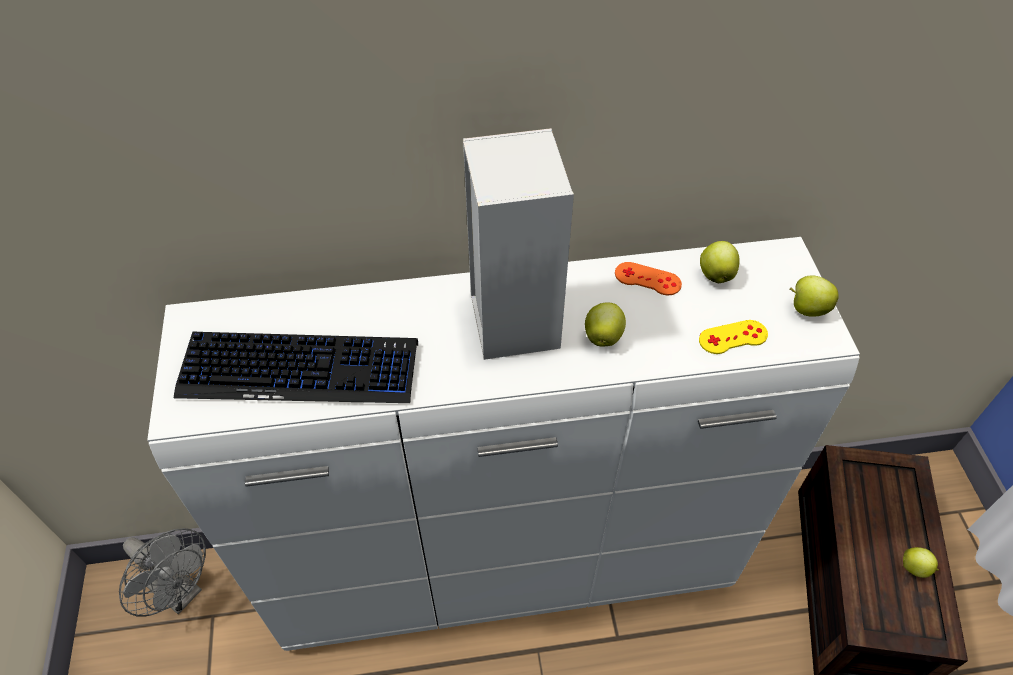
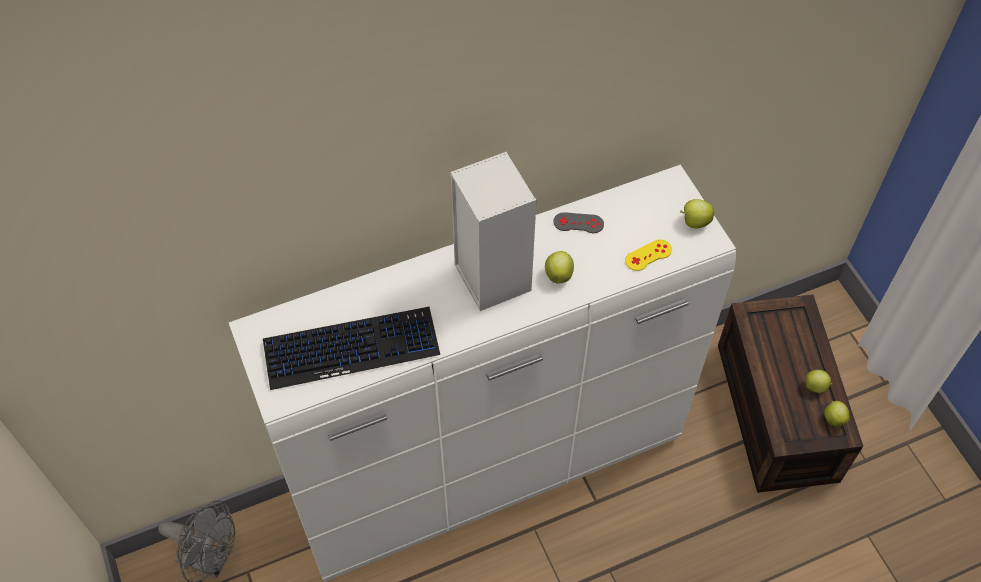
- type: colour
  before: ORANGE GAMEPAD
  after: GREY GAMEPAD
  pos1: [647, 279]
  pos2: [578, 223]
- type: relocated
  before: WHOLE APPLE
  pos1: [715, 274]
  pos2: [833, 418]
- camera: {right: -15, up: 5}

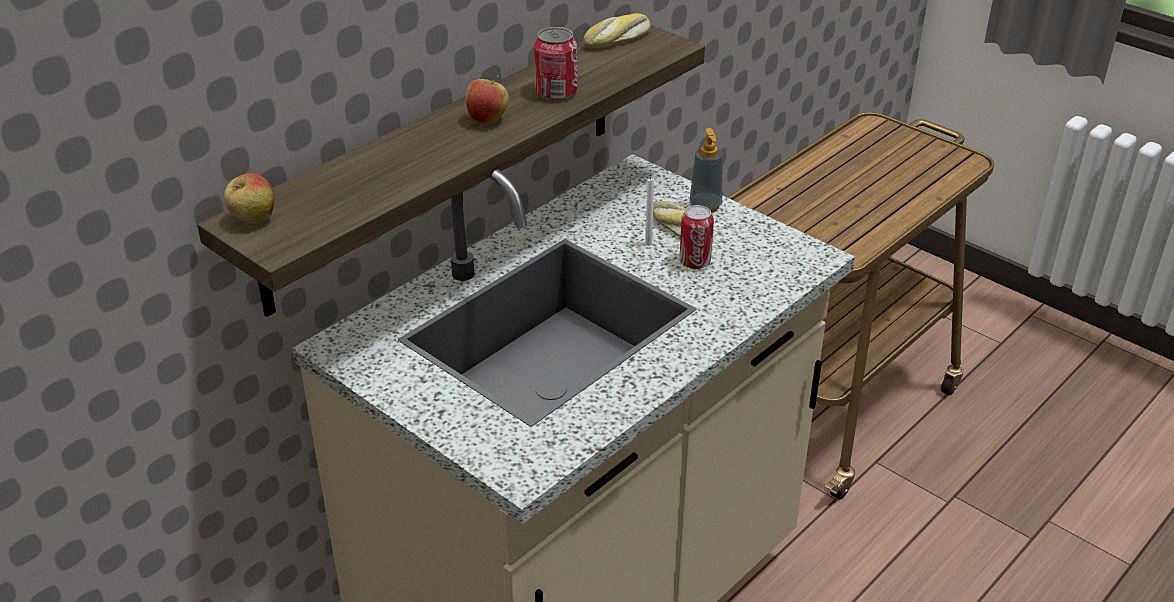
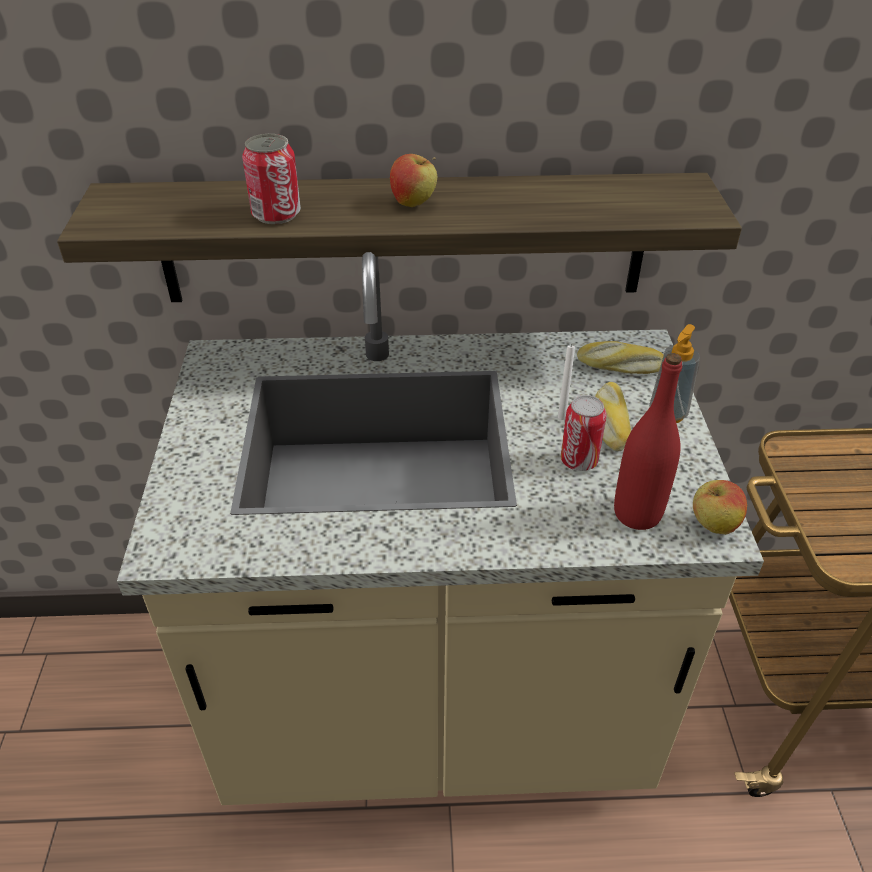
- type: relocated
  before: CAN
  pos1: [556, 92]
  pos2: [276, 214]
- type: relocated
  before: BAKERY BREAD
  pos1: [618, 40]
  pos2: [620, 367]
- type: appeared
  after: REDDISH DRINK BOTTLE
  pos2: [637, 513]
- type: relocated
  before: WHOLE APPLE
  pos1: [253, 220]
  pos2: [712, 525]
- camera: {right: 45, up: 5}

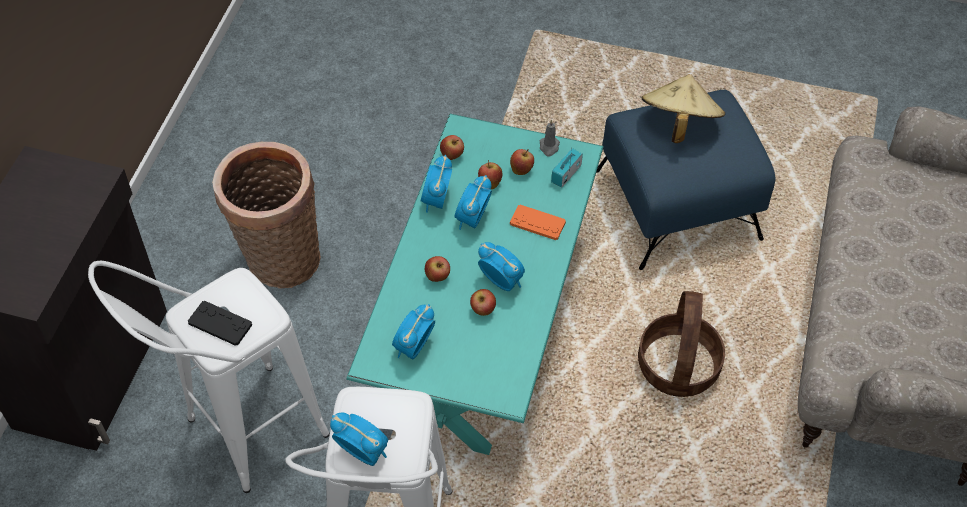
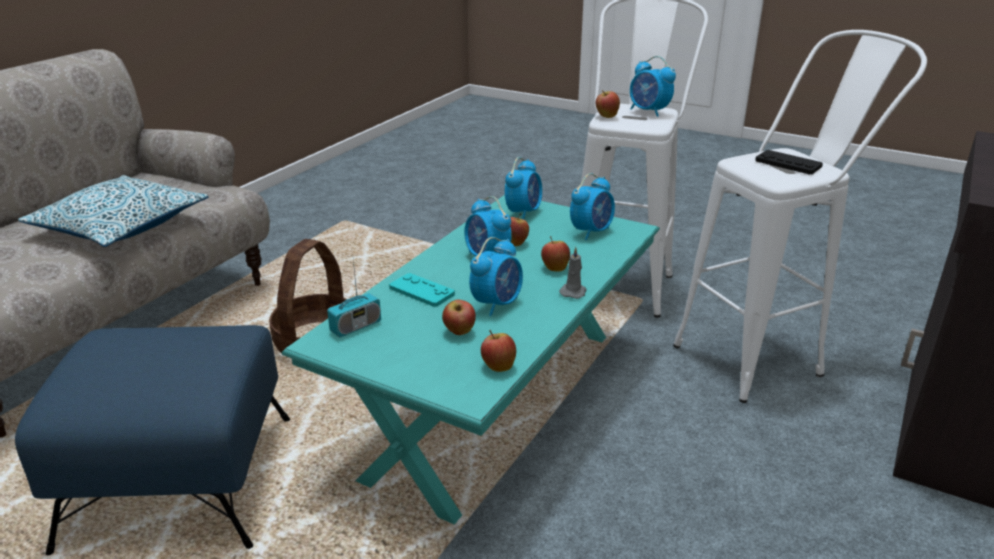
- type: appeared
  after: CUSHION
  pos2: [120, 226]
- type: colour
  before: ORANGE GAMEPAD
  after: TURQUOISE-COLOURED GAMEPAD
  pos1: [537, 223]
  pos2: [421, 291]
- type: relocated
  before: ALARM CLOCK
  pos1: [436, 200]
  pos2: [523, 212]
- type: relocated
  before: GREY WAX LIGHT
  pos1: [549, 147]
  pos2: [573, 292]
- type: relocated
  before: WHOLE APPLE
  pos1: [521, 170]
  pos2: [606, 116]
- type: missing
  before: BASKET
  pos1: [278, 259]
- type: missing
  before: BEIGE-COLOURED WEARABLE HAT
  pos1: [678, 124]
- camera: {right: -165, up: -25}

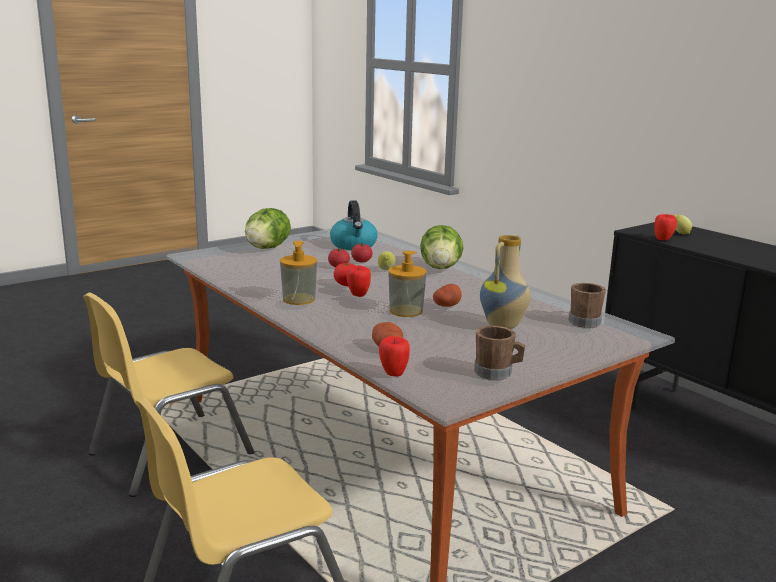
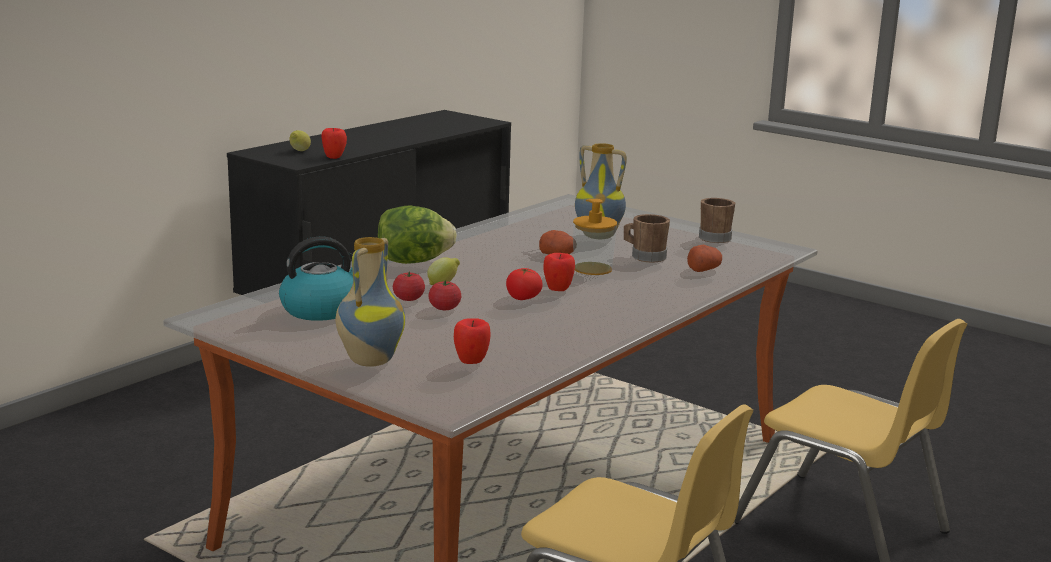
- type: exchanged
  before: LETTUCE HEAD
  after: DECORATIVE VASE
  pos1: [267, 248]
  pos2: [369, 360]
- type: relocated
  before: WHOLE APPLE
  pos1: [393, 374]
  pos2: [471, 362]
- type: relocated
  before: BROWN TEA MUG
  pos1: [586, 321]
  pos2: [644, 256]
- type: missing
  before: LIQUID SOAP BOTTLE
  pos1: [299, 299]
- camera: {right: -105, up: 0}

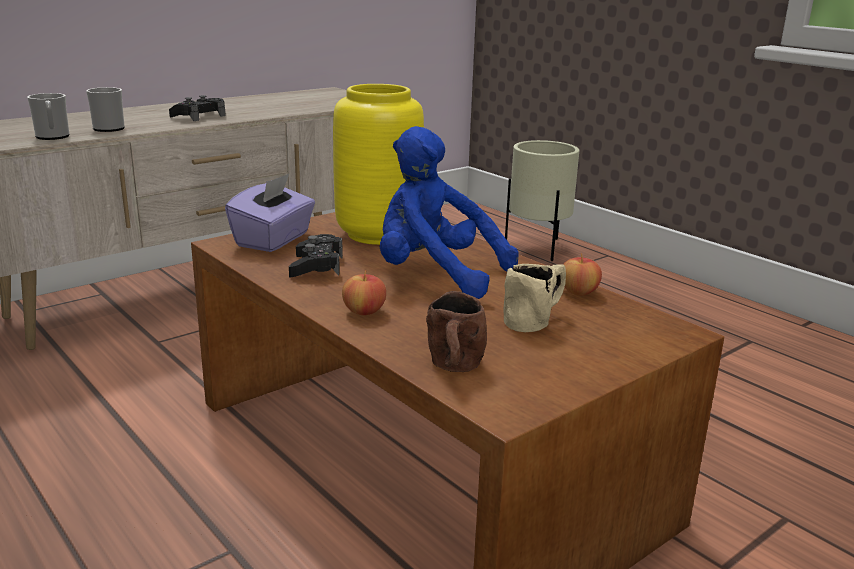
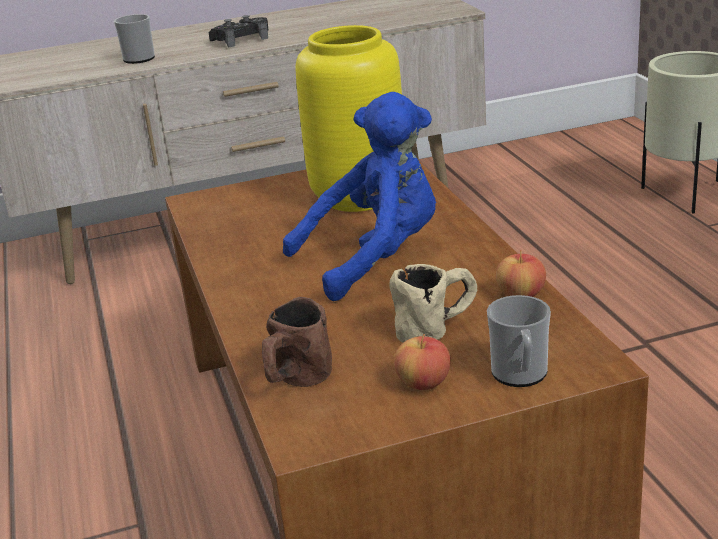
- type: spun
  before: BLUE CUDDLY TOY
  pos1: [435, 275]
  pos2: [375, 258]
  turn: 105
- type: relocated
  before: WHOLE APPLE
  pos1: [364, 311]
  pos2: [423, 383]
- type: relocated
  before: TEA MUG
  pos1: [52, 137]
  pos2: [520, 375]
- type: missing
  before: PURPLE BOX OF TISSUES
  pos1: [274, 240]
- type: missing
  before: BLACK GAMEPAD
  pos1: [316, 266]
- camera: {right: 25, up: 5}

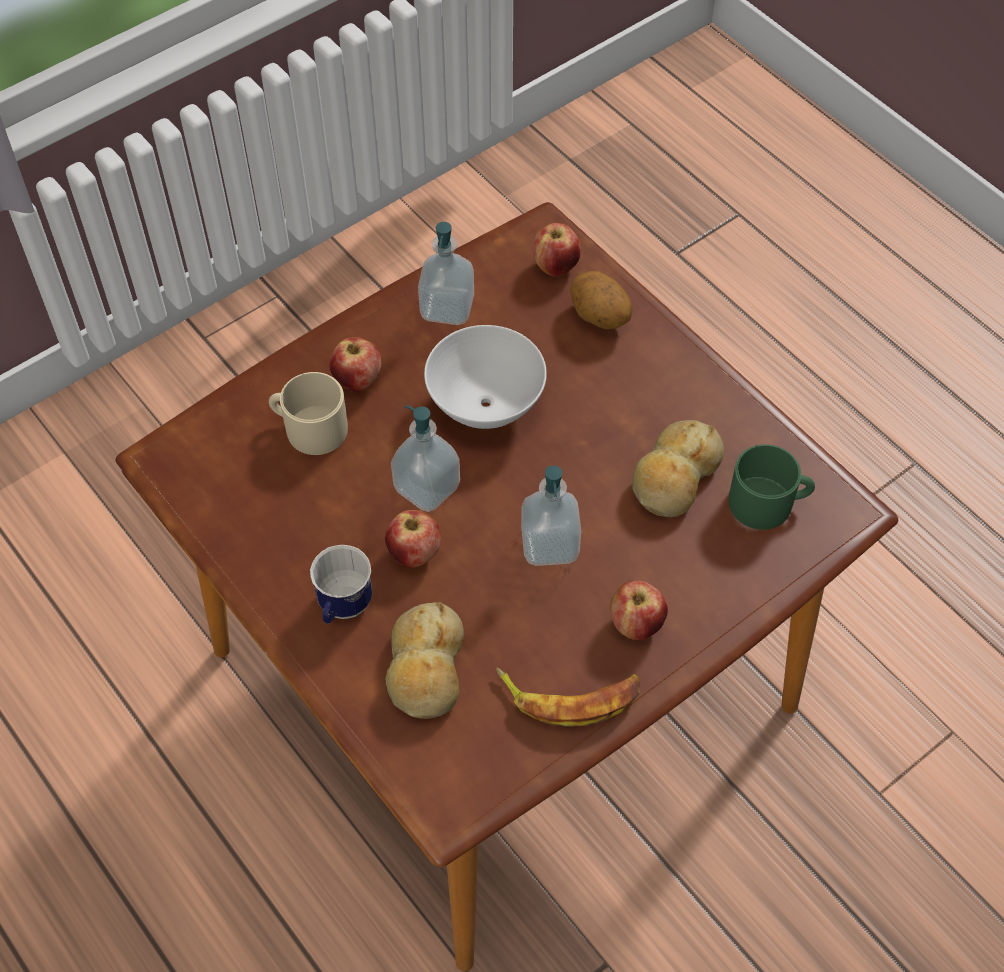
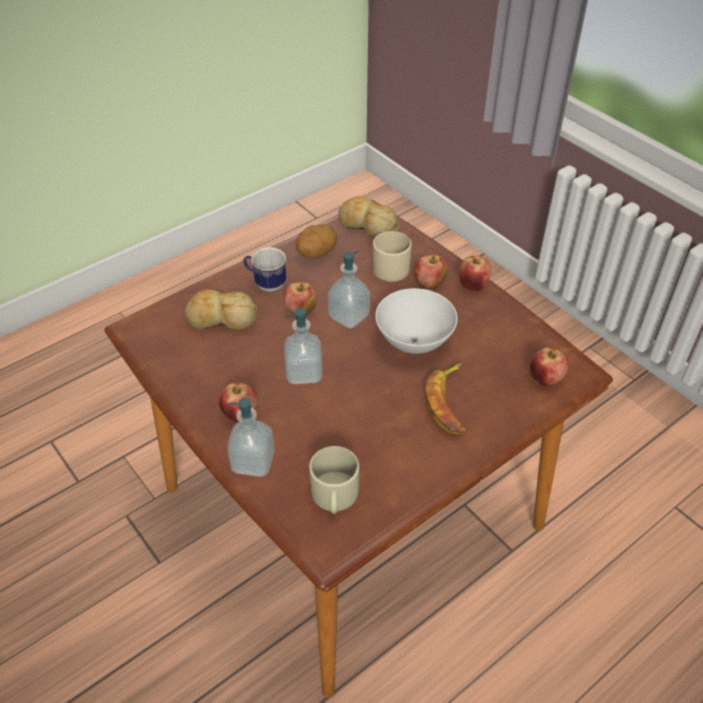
- type: relocated
  before: LIQUID SOAP BOTTLE
  pos1: [447, 308]
  pos2: [253, 462]
- type: relocated
  before: POTATO
  pos1: [598, 317]
  pos2: [316, 253]
- type: colour
  before: GREENISH TEA MUG
  after: BEIGE-COLOURED TEA MUG
  pos1: [768, 503]
  pos2: [334, 496]
- type: relocated
  before: BAKERY BREAD
  pos1: [674, 478]
  pos2: [368, 225]
- type: relocated
  before: WHOLE BANANA
  pos1: [570, 696]
  pos2: [449, 403]
- type: appeared
  after: WHOLE APPLE
  pos2: [473, 286]
- camera: {right: 90, up: -10}

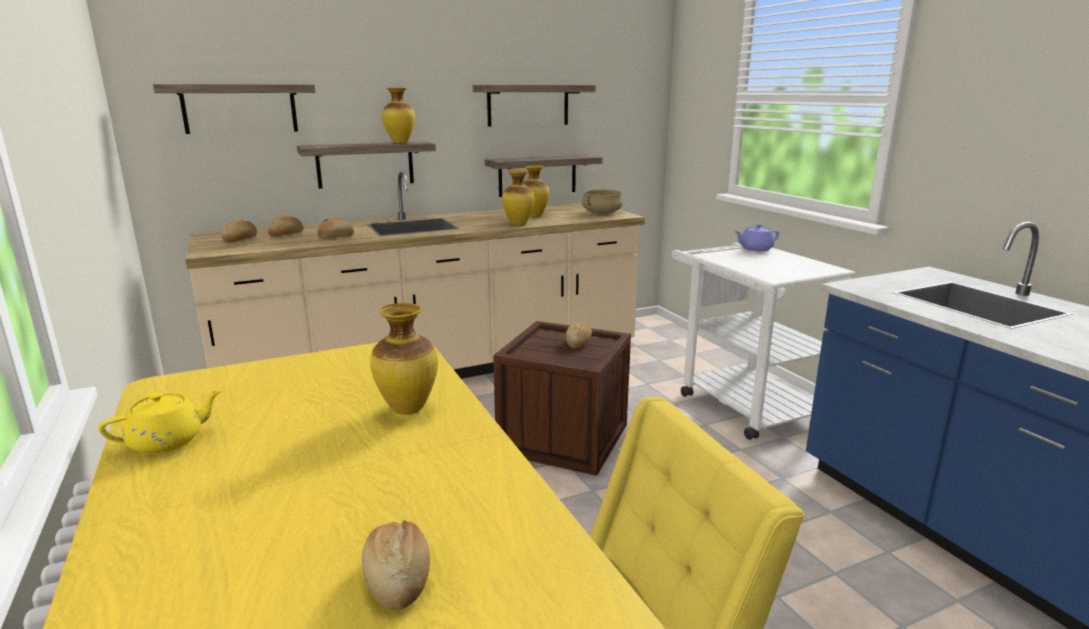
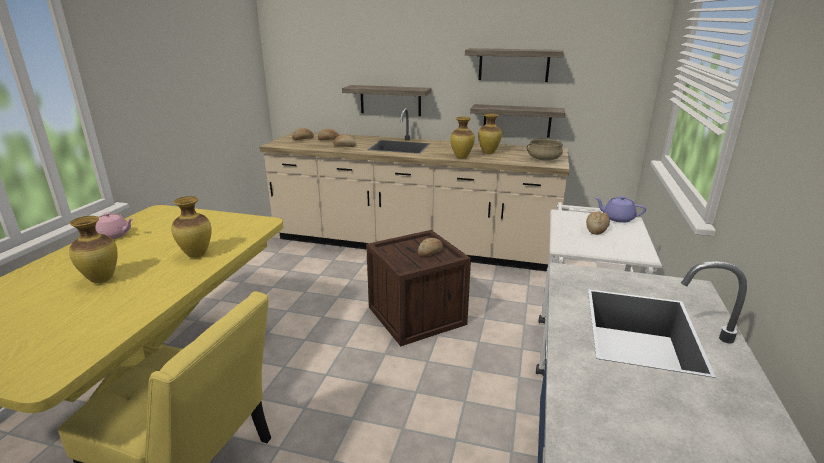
- type: relocated
  before: DECORATIVE VASE
  pos1: [400, 143]
  pos2: [101, 280]
- type: colour
  before: YELLOWISH POT FOR TEA
  after: PINK-COLOURED POT FOR TEA
  pos1: [168, 441]
  pos2: [114, 235]
- type: relocated
  before: BAKERY BREAD
  pos1: [398, 578]
  pos2: [596, 229]
- type: missing
  before: BRACKET SHELF
  pos1: [240, 108]
- camera: {right: 40, up: 5}

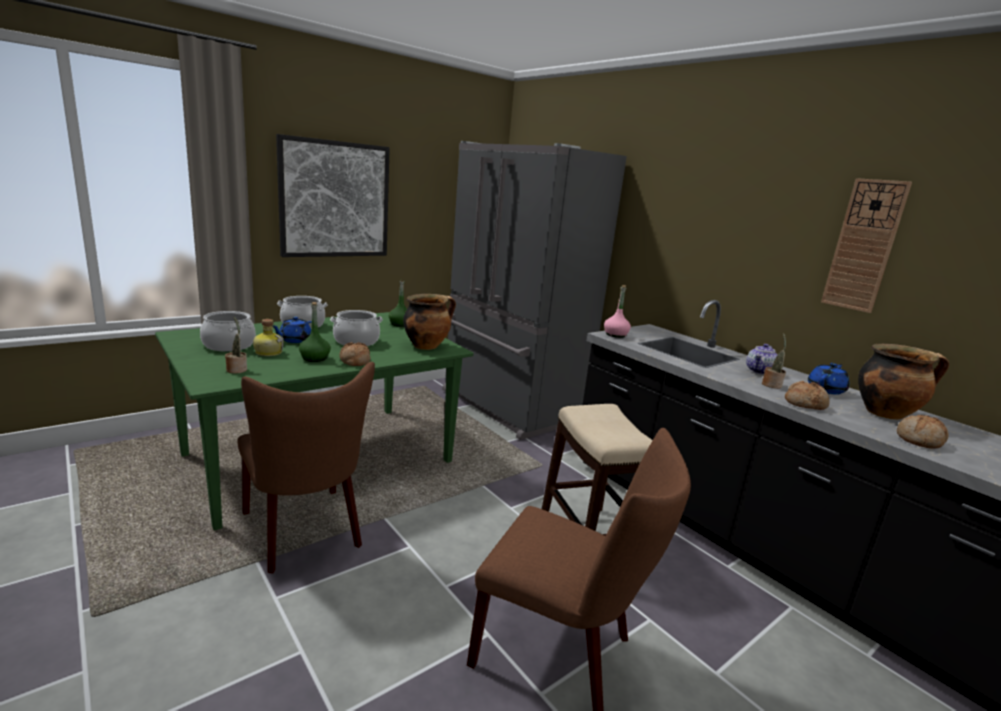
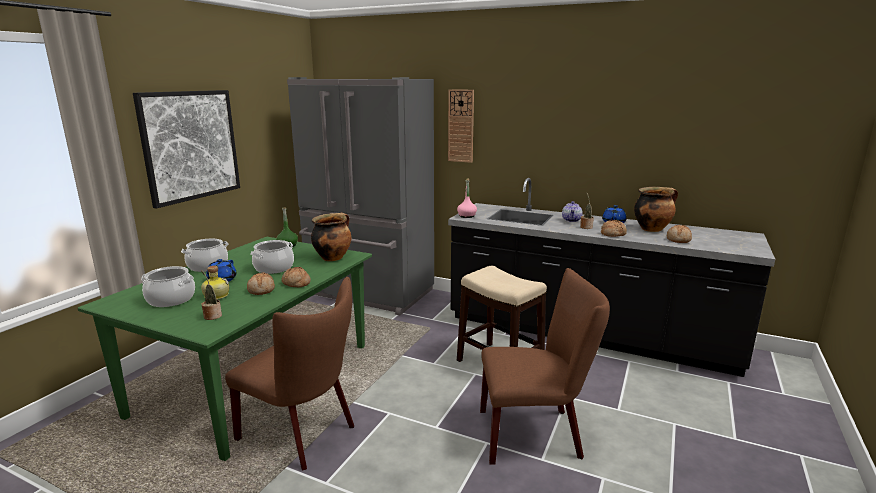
- type: exchanged
  before: GREENISH DRINK BOTTLE
  after: BAKERY BREAD
  pos1: [315, 358]
  pos2: [262, 290]
- type: relocated
  before: CLOCK ON THE WALL
  pos1: [864, 246]
  pos2: [461, 126]
- camera: {right: -25, up: 0}

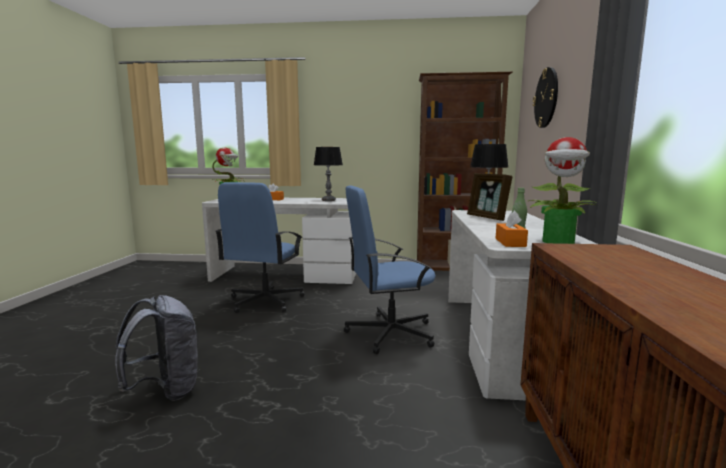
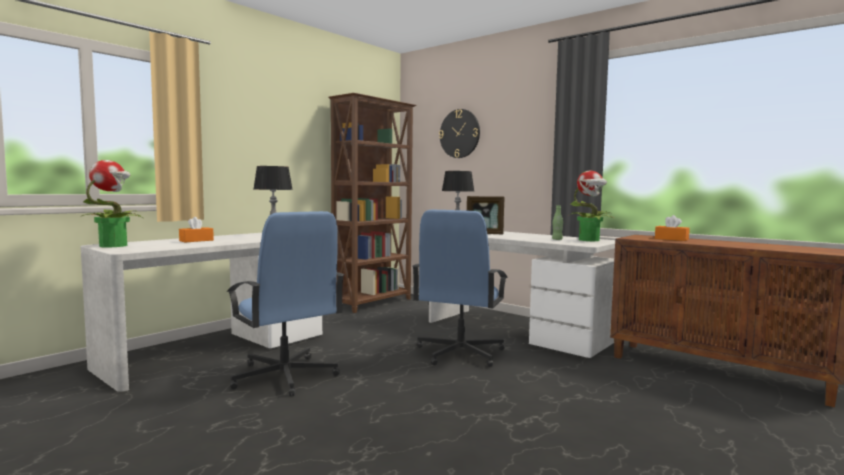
- type: relocated
  before: ORANGE BOX OF TISSUES
  pos1: [510, 242]
  pos2: [671, 239]
- type: missing
  before: GREY KNAPSACK
  pos1: [166, 390]
- camera: {right: -55, up: -5}

